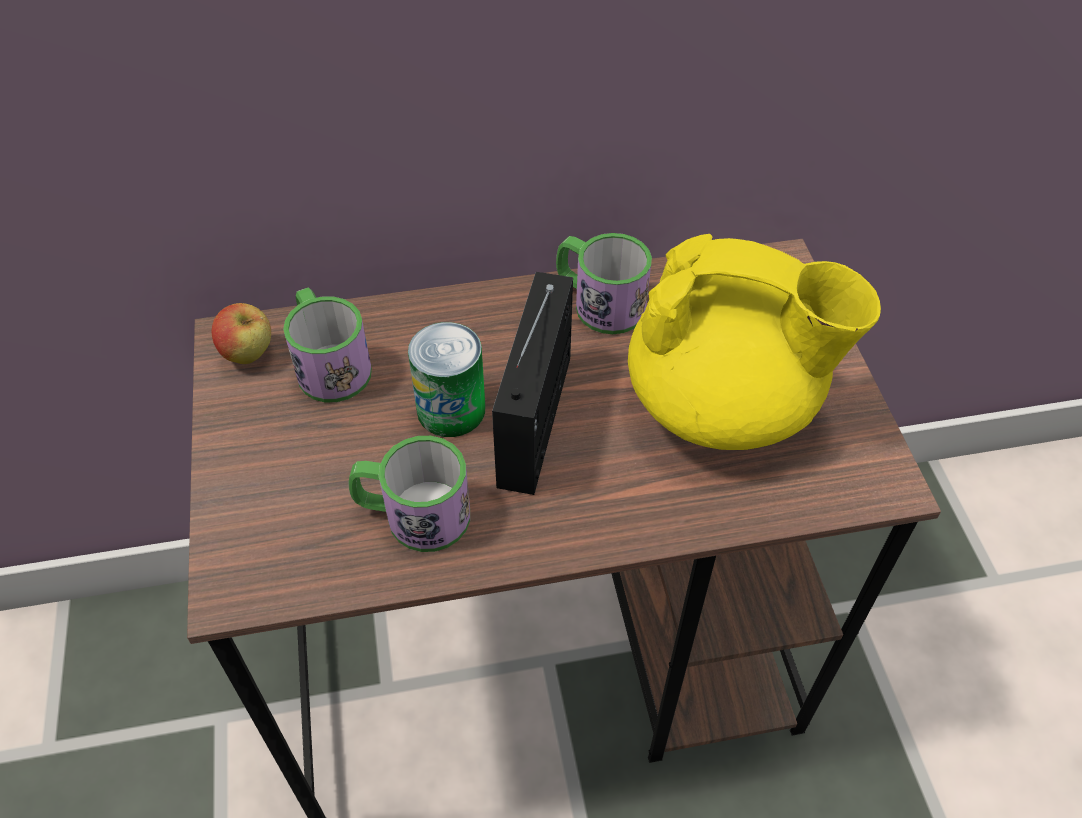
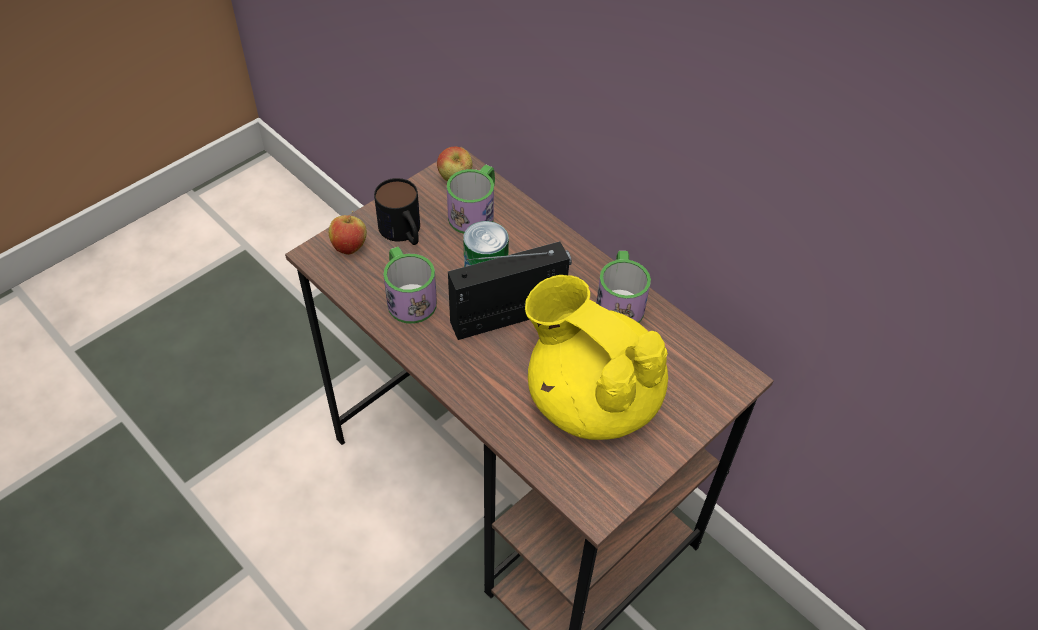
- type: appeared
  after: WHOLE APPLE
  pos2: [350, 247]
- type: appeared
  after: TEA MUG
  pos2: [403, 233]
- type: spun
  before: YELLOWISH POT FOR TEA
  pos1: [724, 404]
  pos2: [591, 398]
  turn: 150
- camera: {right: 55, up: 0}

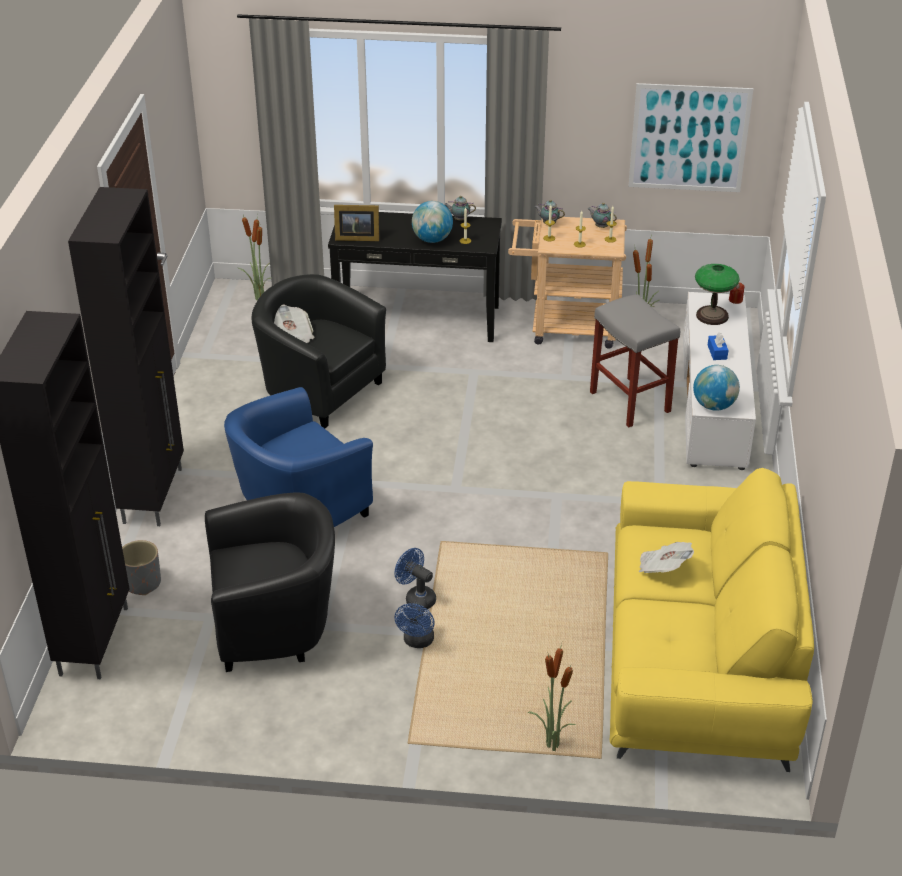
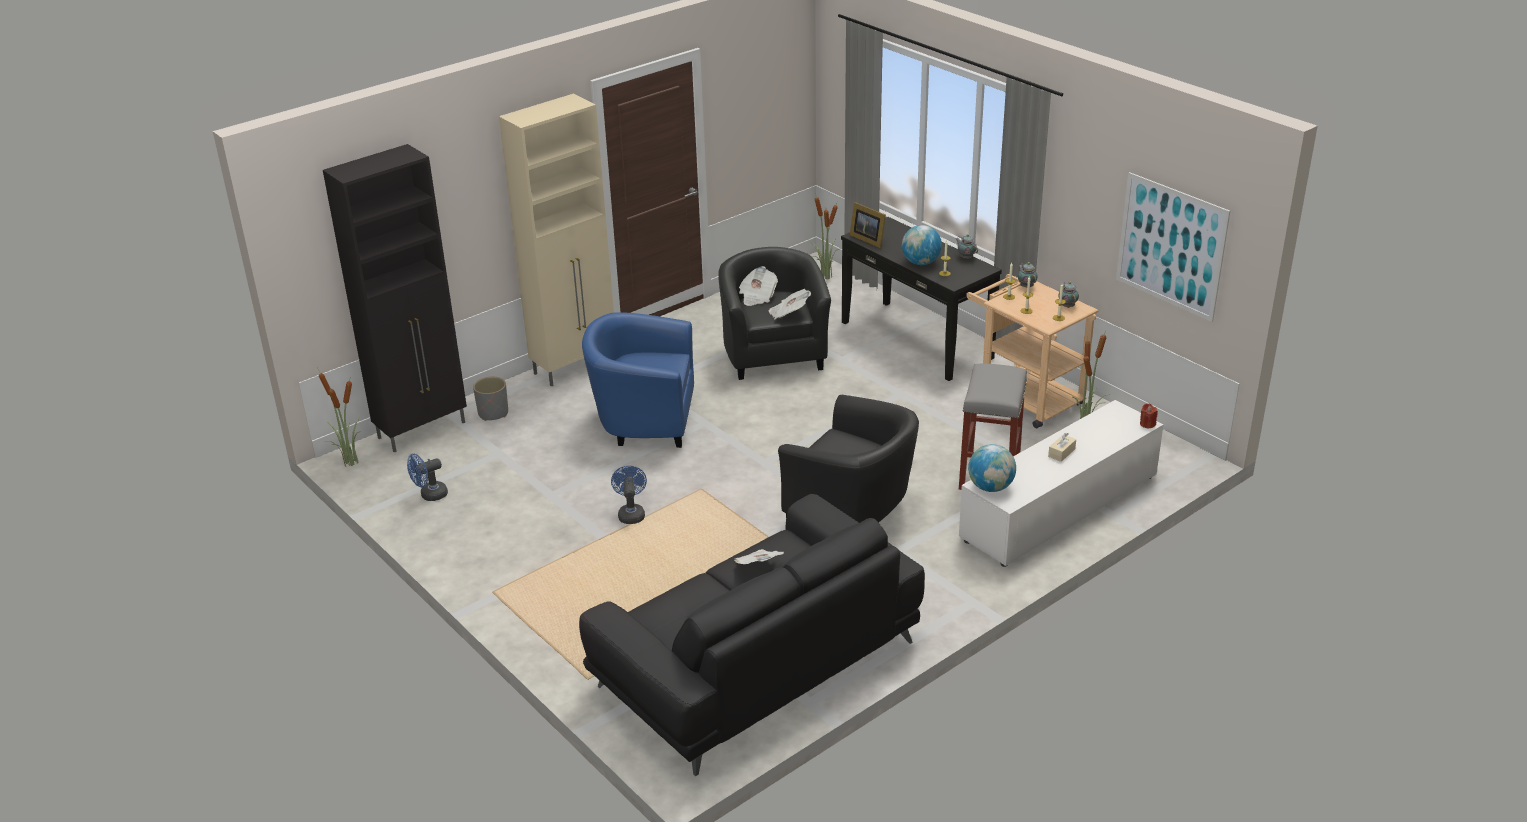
- type: relocated
  before: HOUSEPLANT
  pos1: [551, 745]
  pos2: [350, 462]
- type: relocated
  before: BLUE COOLING FAN
  pos1: [417, 642]
  pos2: [430, 495]
- type: colour
  before: BLACK CUPBOARD
  after: BEIGE-COLOURED CUPBOARD
  pos1: [154, 495]
  pos2: [575, 366]
- type: colour
  before: YELLOWISH SETTEE
  after: BLACK SETTEE
  pos1: [698, 656]
  pos2: [756, 664]
- type: appeared
  after: PRINTED PAPER
  pos2: [789, 314]
- type: relocated
  before: BLACK LOUNGE CHAIR
  pos1: [276, 625]
  pos2: [852, 514]
- type: colour
  before: BLUE BOX OF TISSUES
  after: BEIGE-COLOURED BOX OF TISSUES
  pos1: [717, 352]
  pos2: [1061, 453]
- type: missing
  before: TABLE LAMP
  pos1: [712, 316]
- camera: {right: 45, up: -5}

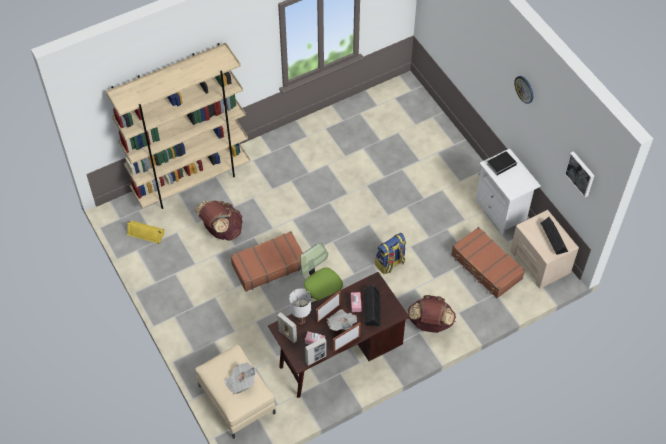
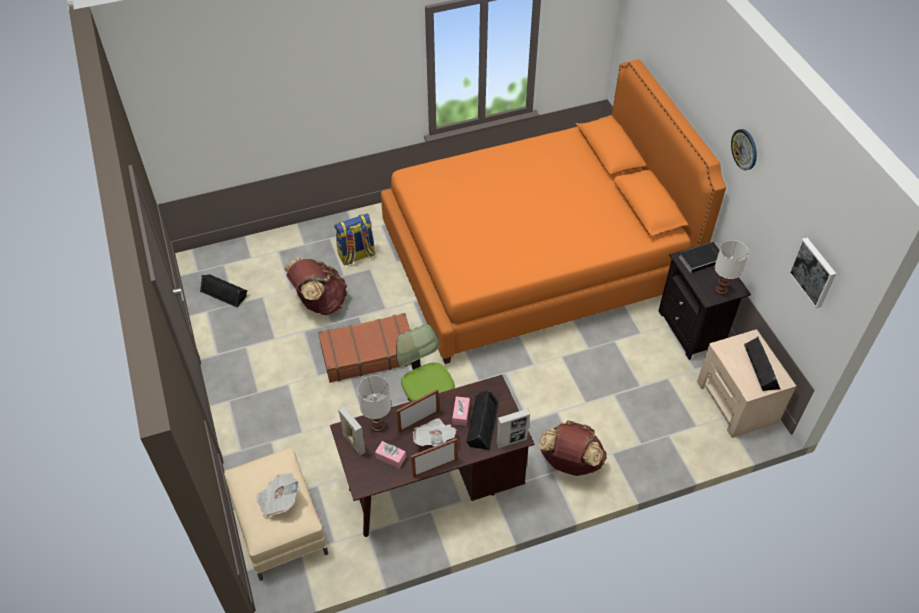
- type: colour
  before: YELLOWISH SPEAKER
  after: BLACK SPEAKER
  pos1: [146, 233]
  pos2: [224, 292]
- type: relocated
  before: KNAPSACK
  pos1: [390, 263]
  pos2: [356, 255]
- type: appeared
  after: ORANGE SLEEPING BED
  pos2: [534, 260]
- type: relocated
  before: PICTURE FRAME
  pos1: [316, 359]
  pos2: [511, 441]
- type: colour
  before: WHITE-COLOURED NIGHTSTAND
  after: BLACK NIGHTSTAND
  pos1: [502, 211]
  pos2: [693, 329]
- type: appeared
  after: WHITE-COLOURED TABLE LAMP
  pos2: [721, 289]
- type: missing
  before: BEIGE-COLOURED BOOKSHELF
  pos1: [192, 181]
- type: missing
  before: BROWN TRAVEL CASE
  pos1: [486, 267]
- camera: {right: 10, up: -5}

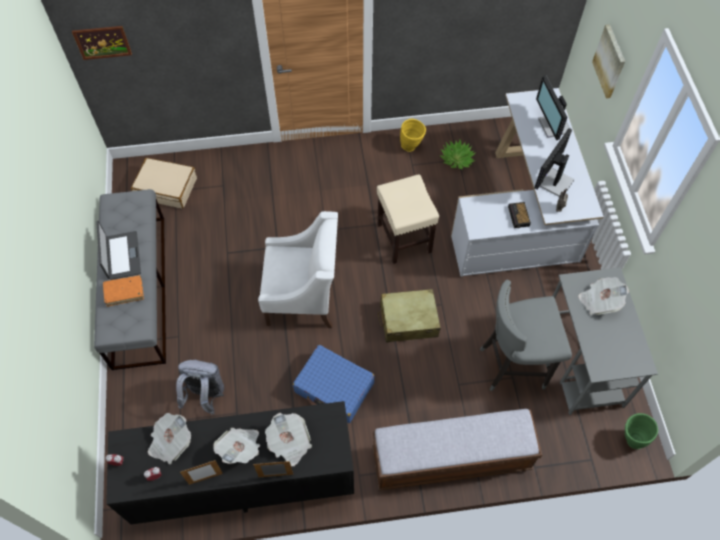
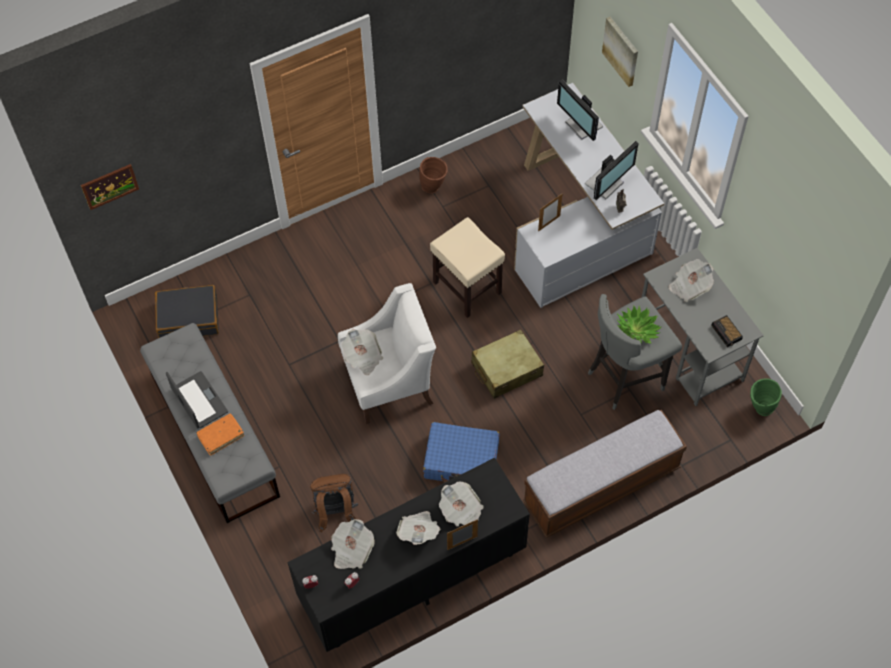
- type: colour
  before: BEIGE-COLOURED TRAVEL CASE
  after: BLACK TRAVEL CASE
  pos1: [166, 188]
  pos2: [188, 317]
- type: colour
  before: GREY KNAPSACK
  after: BROWN KNAPSACK
  pos1: [205, 395]
  pos2: [336, 513]
- type: appeared
  after: PRINTED PAPER
  pos2: [363, 357]
- type: colour
  before: YELLOWISH DECORATIVE VASE
  after: BROWN DECORATIVE VASE
  pos1: [411, 147]
  pos2: [434, 187]
- type: relocated
  before: PICTURE FRAME
  pos1: [206, 478]
  pos2: [549, 223]
- type: spun
  before: COMPUTER DISPLAY
  pos1: [554, 182]
  pos2: [605, 184]
  turn: -150
- type: relocated
  before: HOUSEPLANT
  pos1: [457, 159]
  pos2: [637, 330]
- type: relocated
  before: ALARM CLOCK
  pos1: [518, 217]
  pos2: [727, 333]
- camera: {right: -20, up: 0}

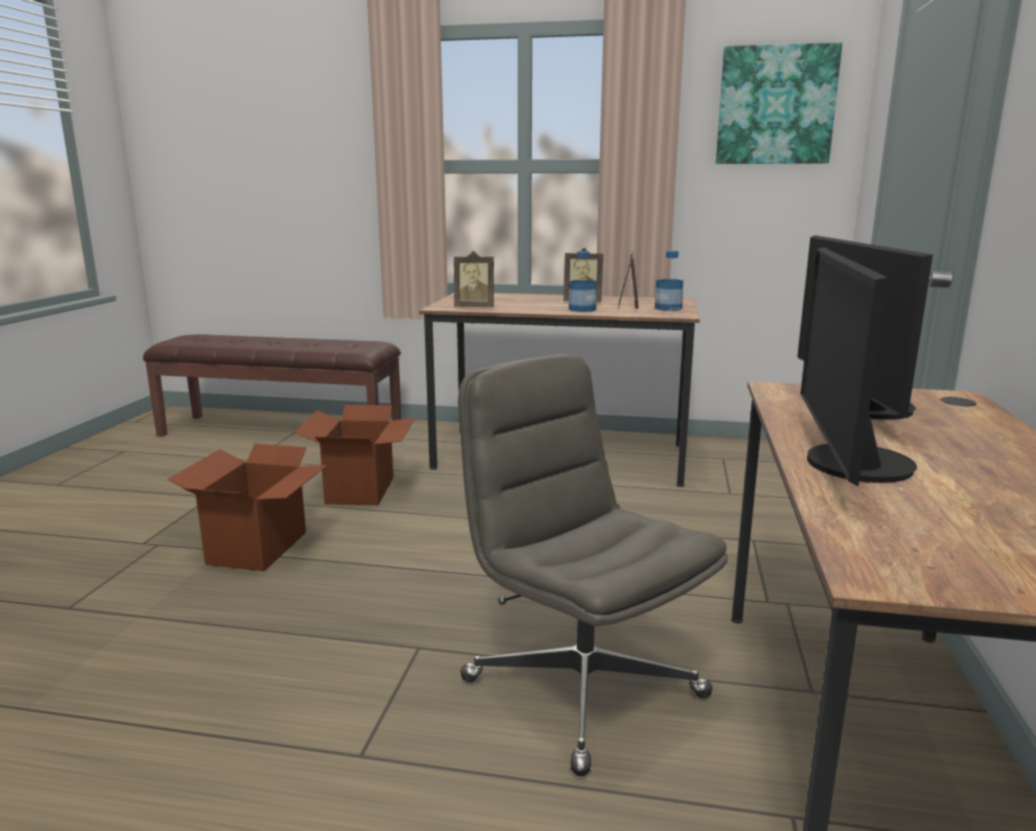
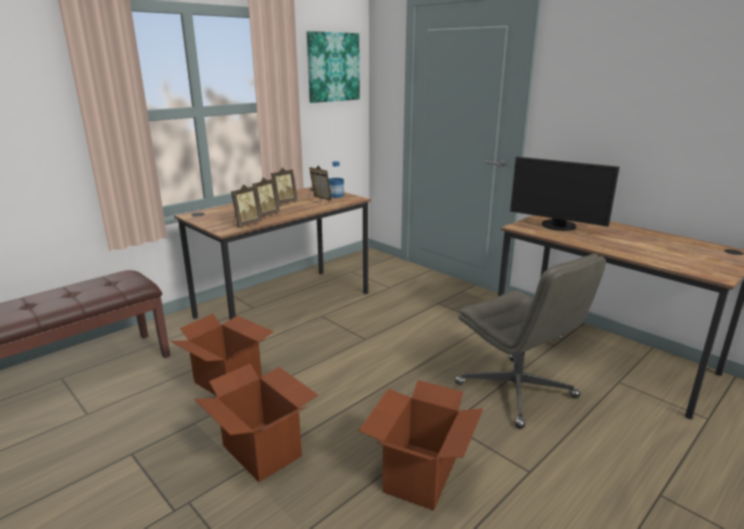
- type: appeared
  after: PICTURE FRAME
  pos2: [265, 215]
- type: appeared
  after: PACKING BOX
  pos2: [419, 475]
- type: spun
  before: GREY COMPUTER CHAIR
  pos1: [581, 687]
  pos2: [517, 391]
  turn: -120
- type: missing
  before: DRINK BOTTLE
  pos1: [582, 309]
- type: missing
  before: COMPUTER DISPLAY
  pos1: [846, 463]
- camera: {right: -55, up: 5}

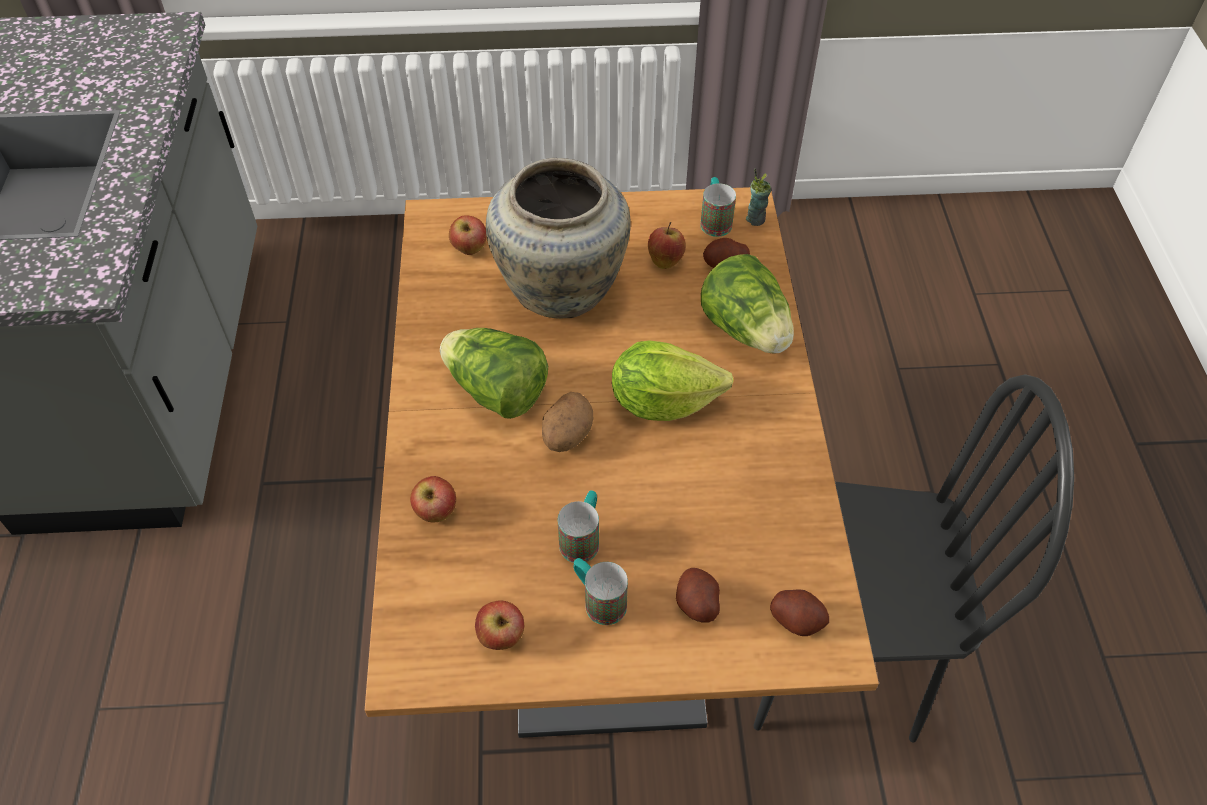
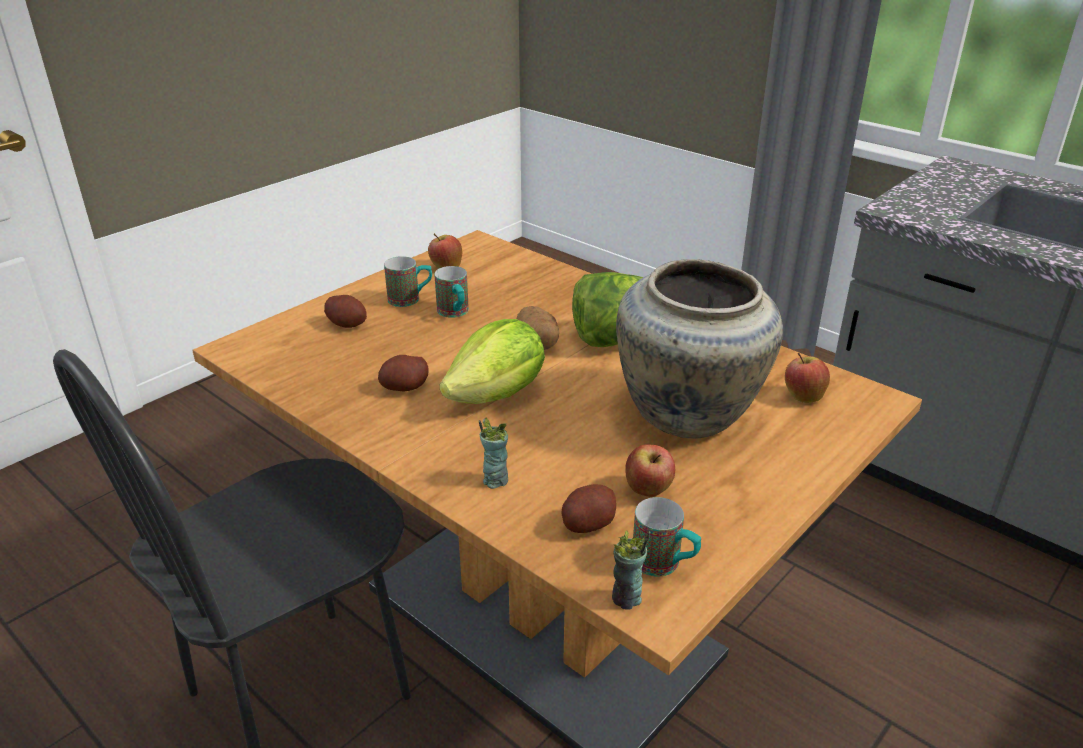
- type: relocated
  before: POTATO
  pos1: [797, 620]
  pos2: [405, 387]
- type: exchanged
  before: LETTUCE HEAD
  after: DRINKING CUP
  pos1: [746, 330]
  pos2: [495, 480]
- type: missing
  before: WHOLE APPLE
  pos1: [436, 513]
- camera: {right: 135, up: -20}

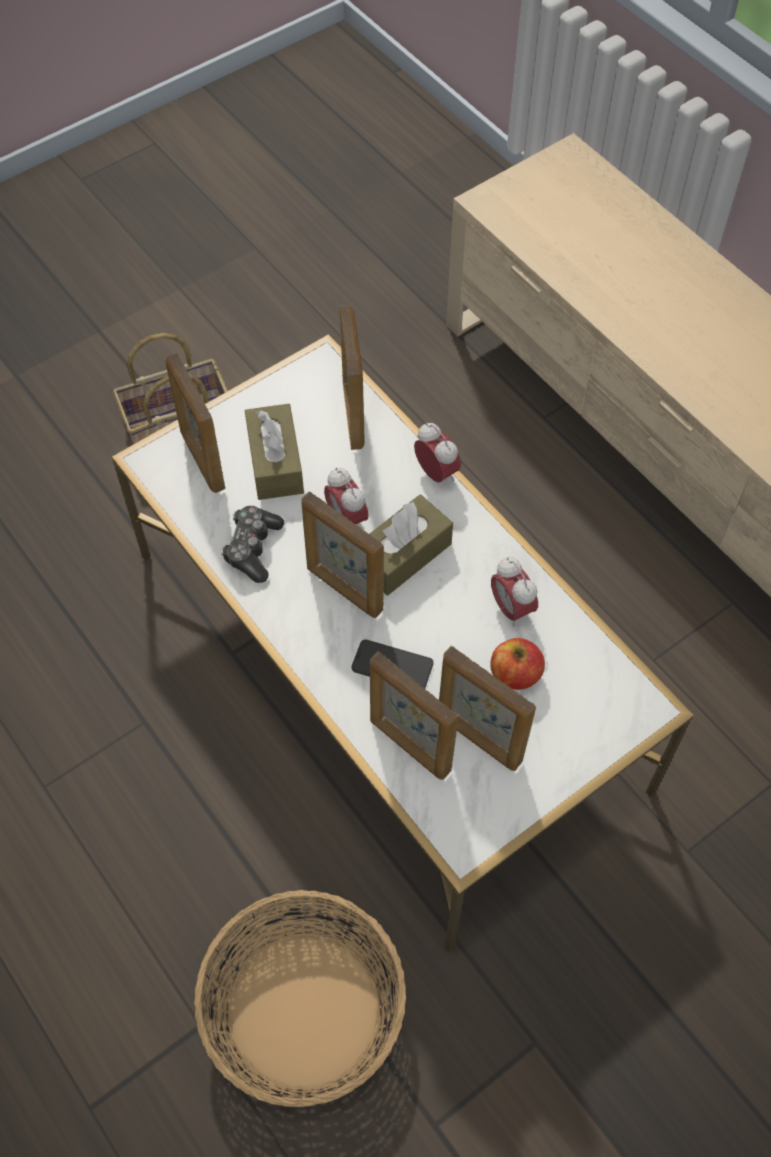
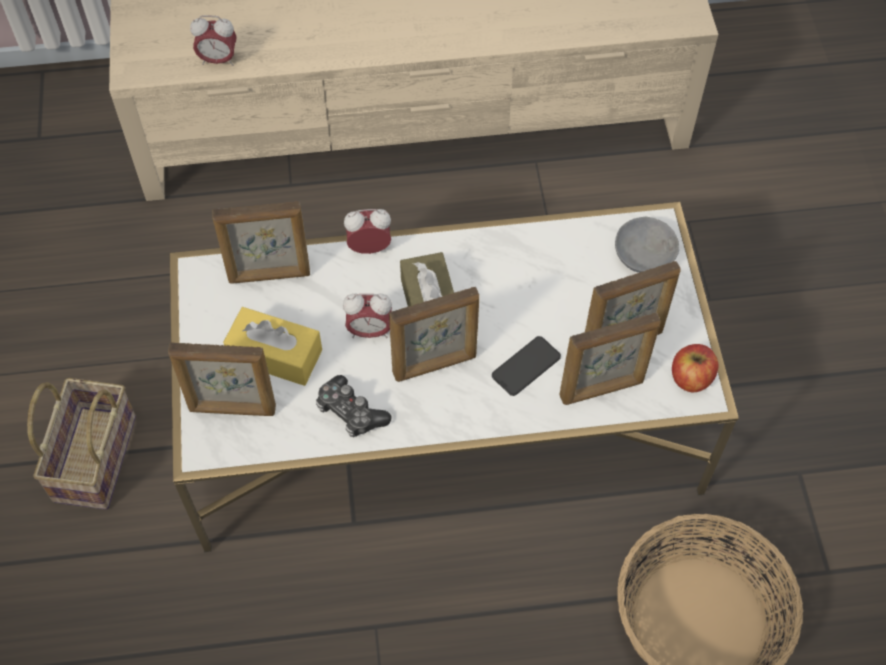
- type: relocated
  before: ALARM CLOCK
  pos1: [511, 608]
  pos2: [218, 60]
- type: spun
  before: PICTURE FRAME
  pos1: [353, 415]
  pos2: [269, 276]
  turn: 150
- type: colour
  before: BROWN BOX OF TISSUES
  after: YELLOWISH BOX OF TISSUES
  pos1: [275, 462]
  pos2: [275, 355]
- type: appeared
  after: GREY BOWL
  pos2: [642, 254]
- type: relocated
  before: WHOLE APPLE
  pos1: [515, 674]
  pos2: [691, 378]
- camera: {right: -60, up: 0}

